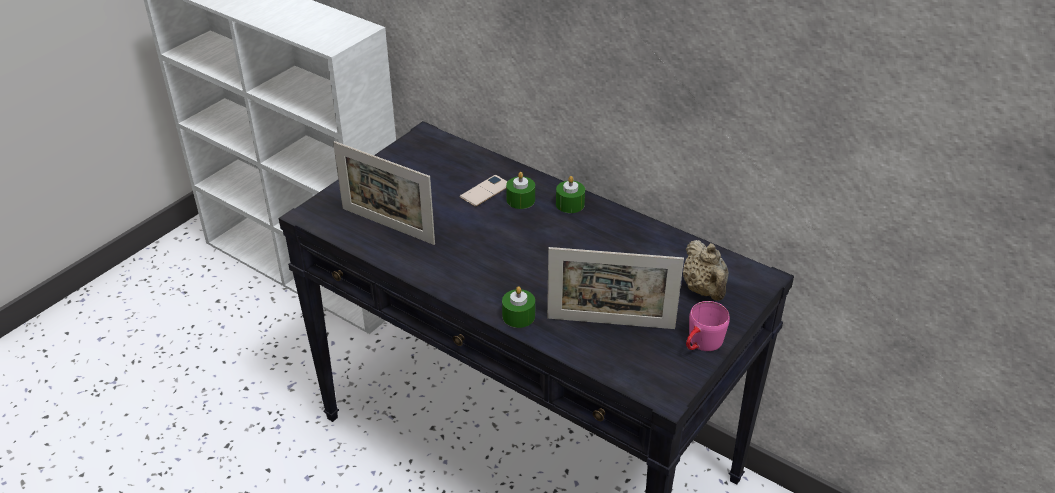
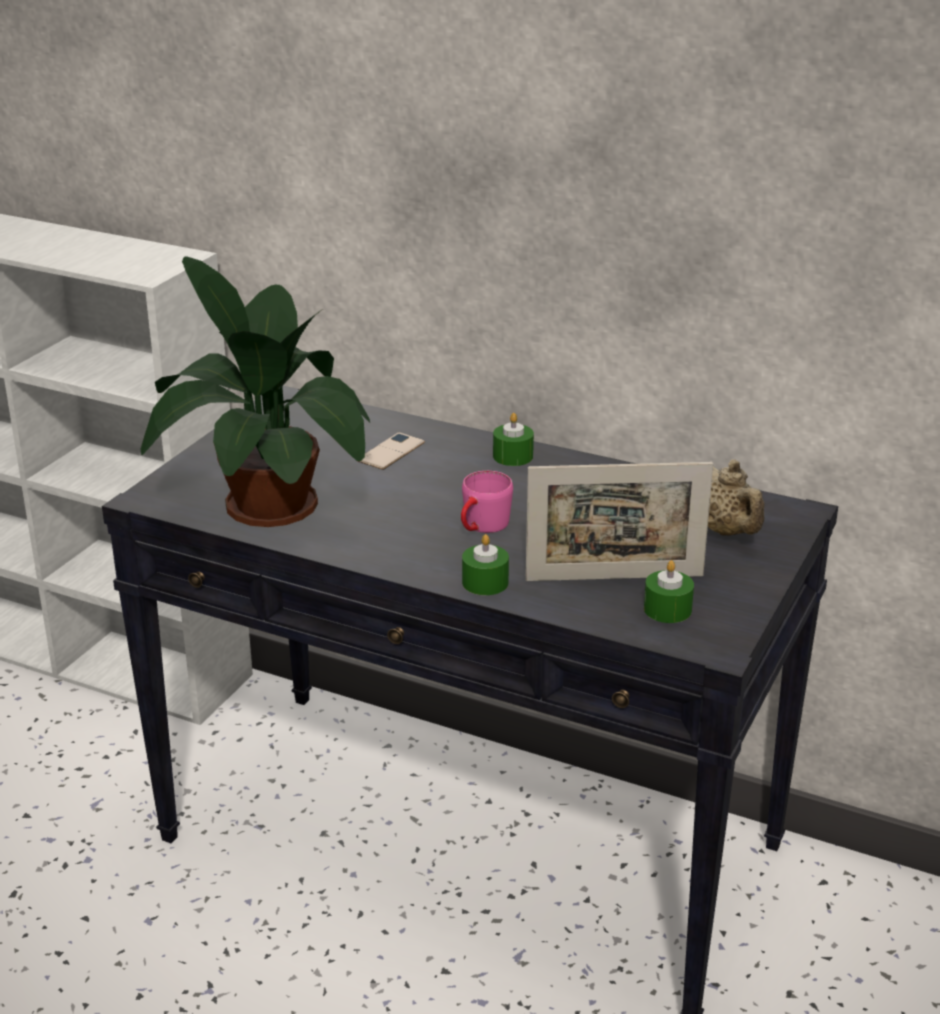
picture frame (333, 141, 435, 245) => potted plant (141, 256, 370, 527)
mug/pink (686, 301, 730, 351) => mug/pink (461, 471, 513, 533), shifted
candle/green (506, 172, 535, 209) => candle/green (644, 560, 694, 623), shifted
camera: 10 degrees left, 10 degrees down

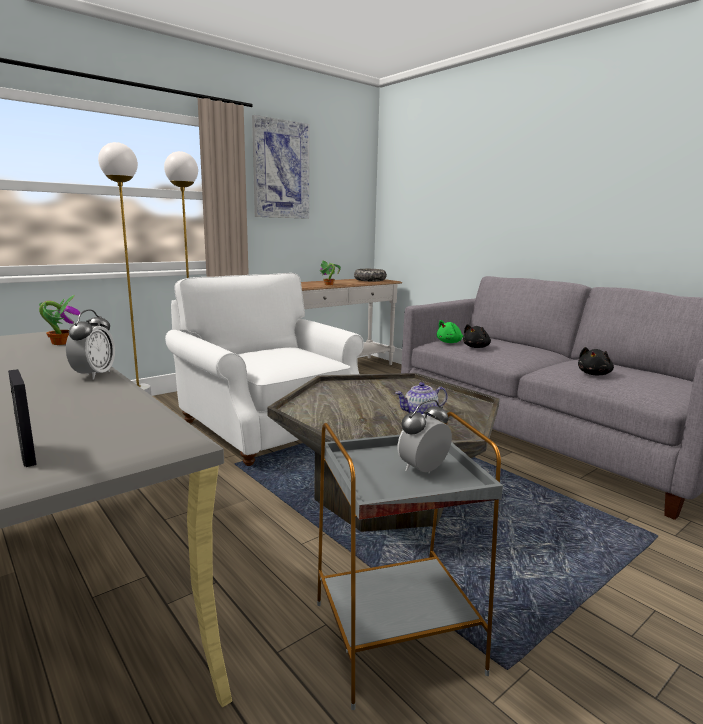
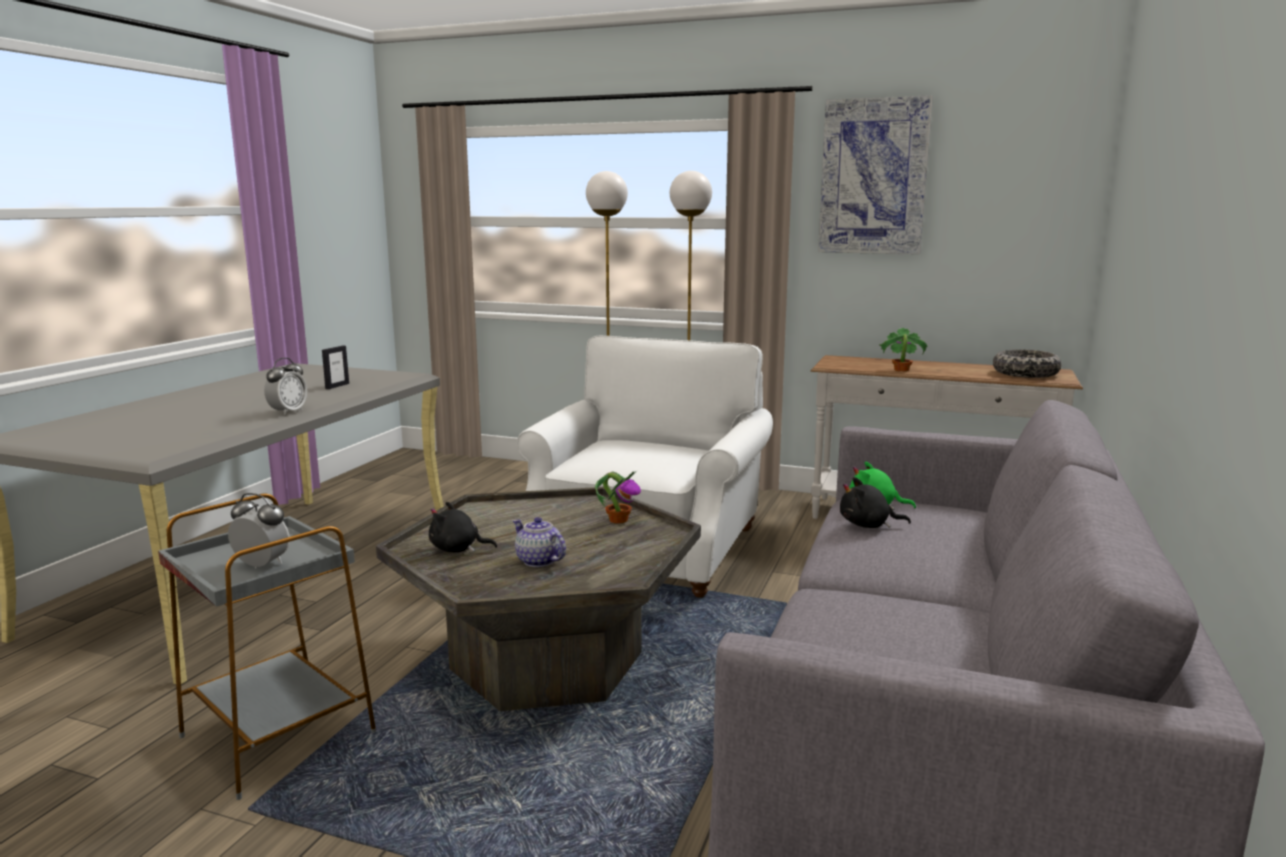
alarm clock (66, 310, 115, 379) => alarm clock (264, 358, 307, 415), 45 degrees counterclockwise
picture frame (8, 369, 37, 467) => picture frame (322, 346, 349, 389), shifted
plush toy/black (578, 347, 614, 375) => plush toy/black (429, 502, 497, 553), shifted
potted plant (39, 295, 80, 345) => potted plant (595, 471, 641, 524), shifted
camera: 60 degrees right, 0 degrees up

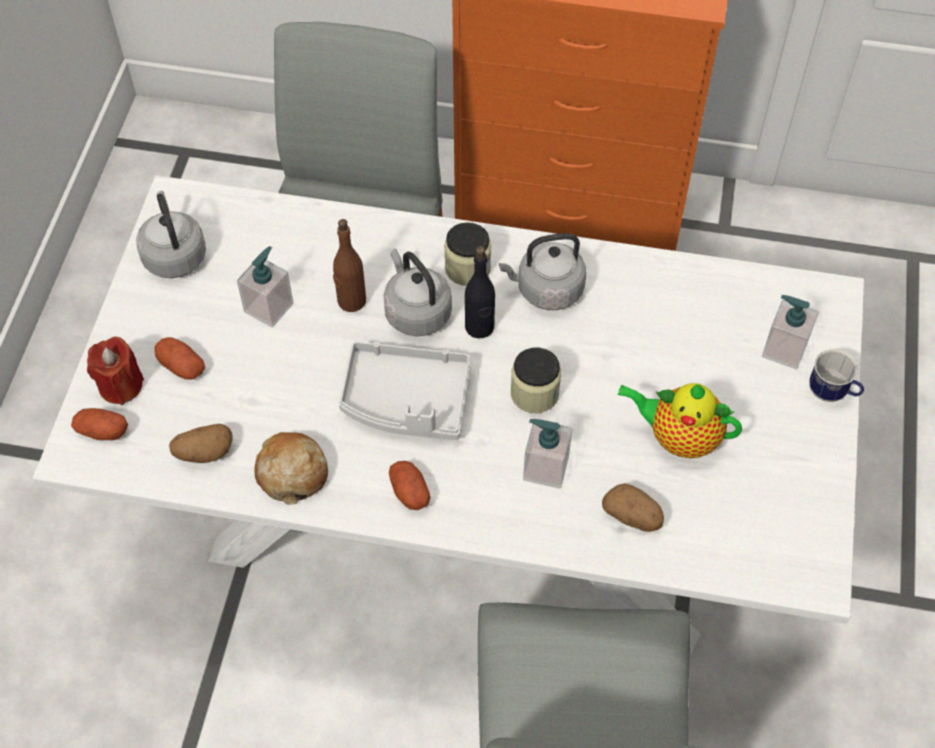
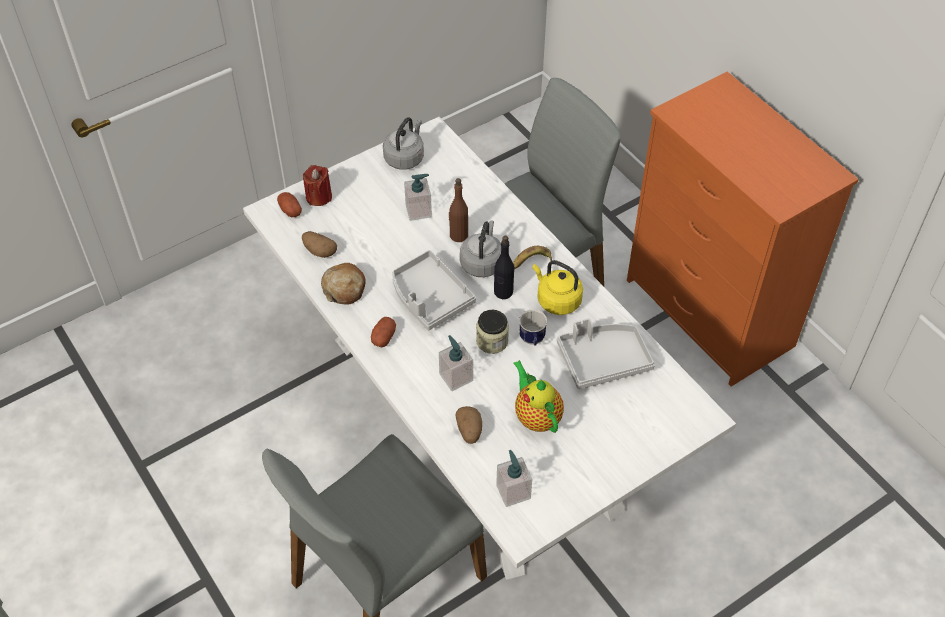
soap dispenser (762, 295, 819, 369) => soap dispenser (496, 450, 532, 507), shifted
jar (444, 222, 491, 286) => banana (513, 246, 552, 270)
mug (809, 349, 864, 402) => mug (519, 309, 547, 346), shifted
kettle/grey (499, 233, 586, 310) => kettle/yellow (532, 260, 583, 315)
nothing => tray/grey (557, 318, 655, 389)
potato (155, 337, 205, 380) => nothing
camera: 45 degrees right, 5 degrees down

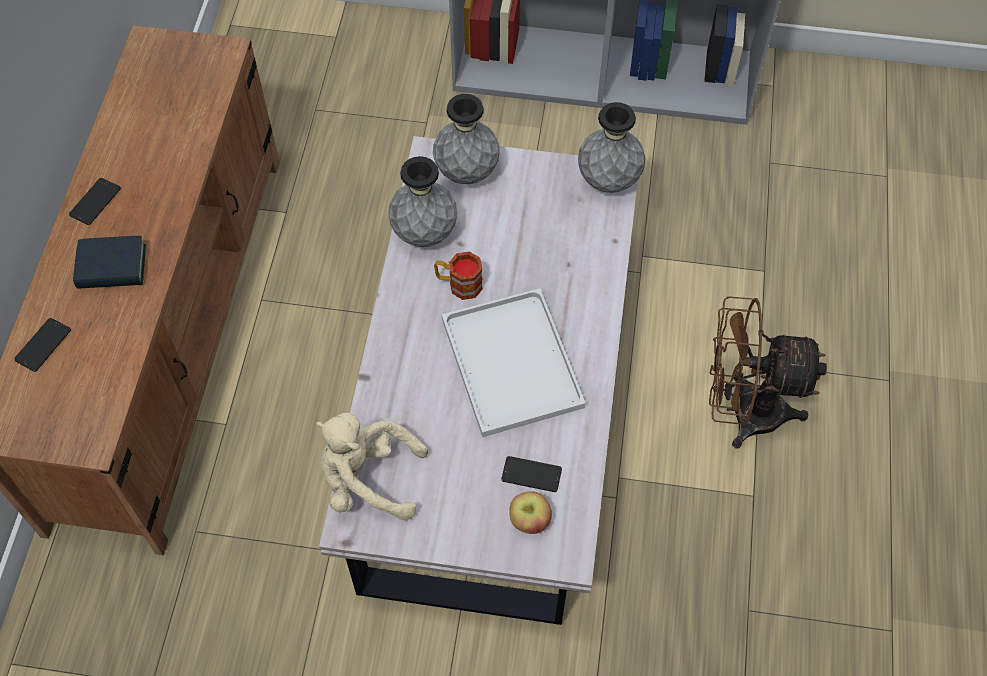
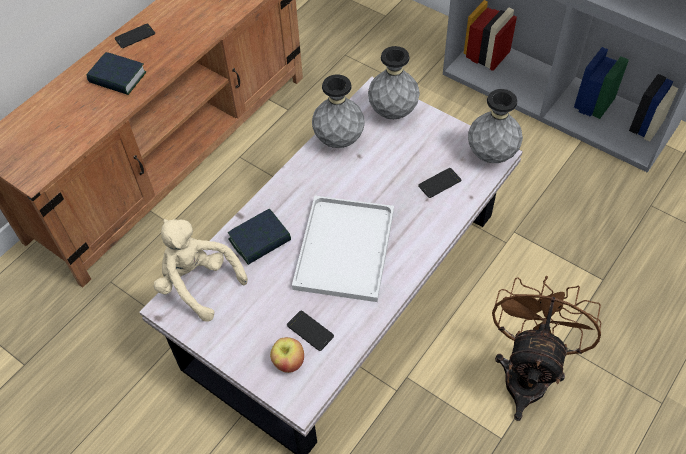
nothing => book (228, 209, 291, 265)
phone (14, 318, 71, 372) => phone (418, 168, 461, 198), shifted
fan/brown (709, 296, 827, 449) => fan/brown (492, 276, 602, 421), 75 degrees clockwise
mug (434, 252, 483, 300) => nothing
camera: 30 degrees right, 5 degrees down

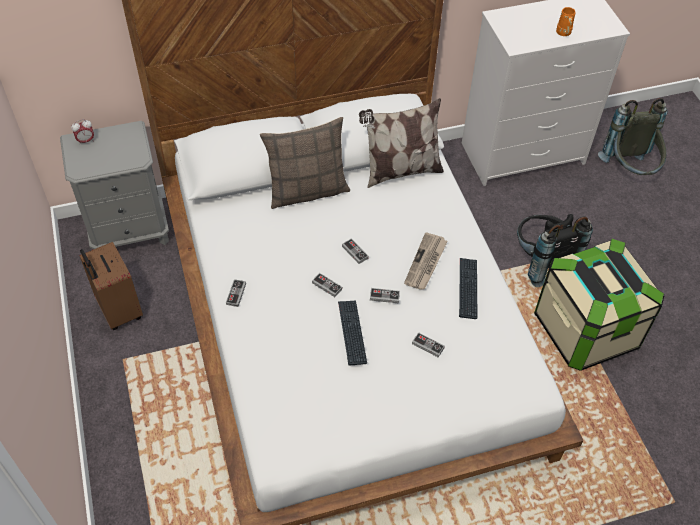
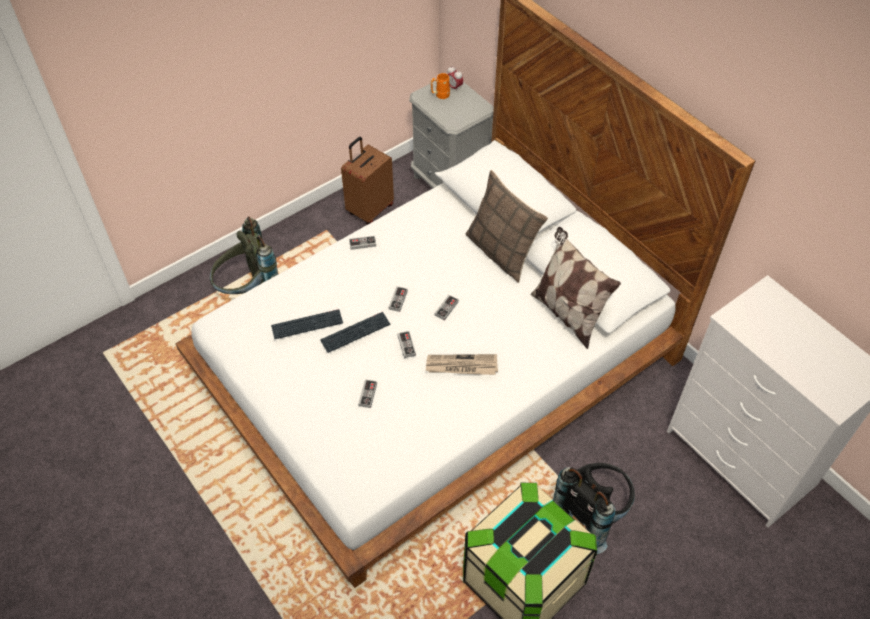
backpack/grey (598, 98, 668, 175) => backpack/grey (210, 217, 278, 294), shifted
keyboard (459, 258, 477, 319) => keyboard (271, 309, 343, 339), shifted
mug/orange (556, 7, 575, 36) => mug/orange (431, 73, 450, 99), shifted
camera: 70 degrees right, 0 degrees up

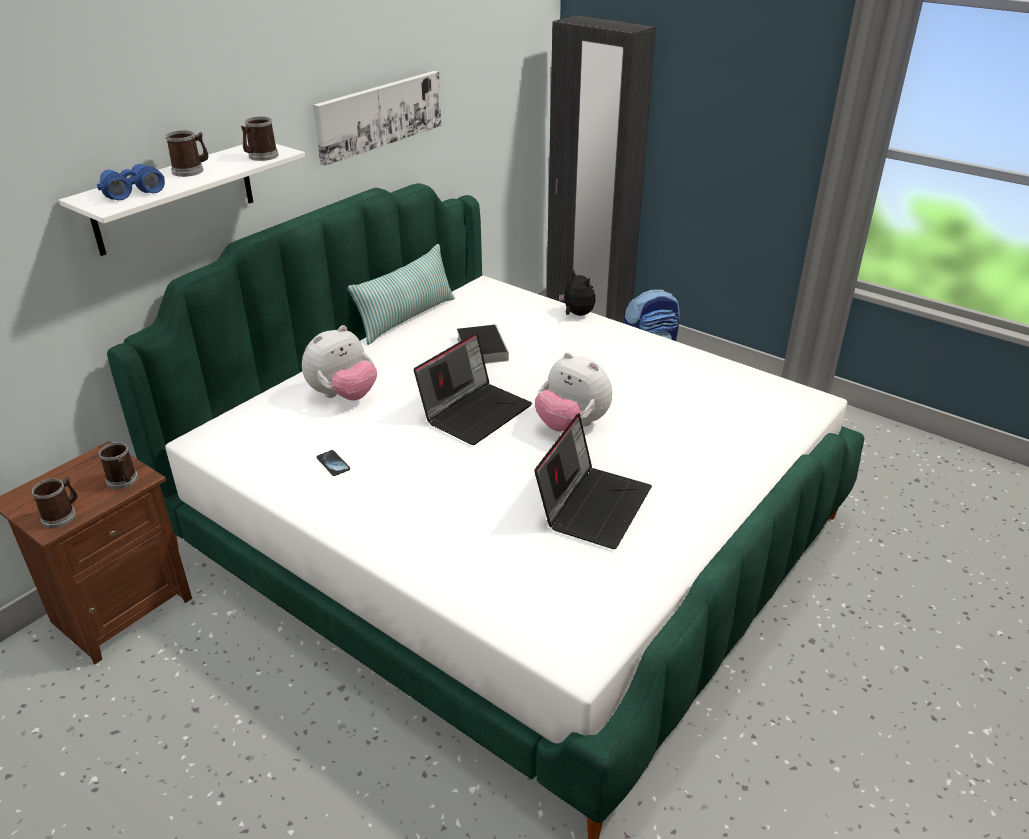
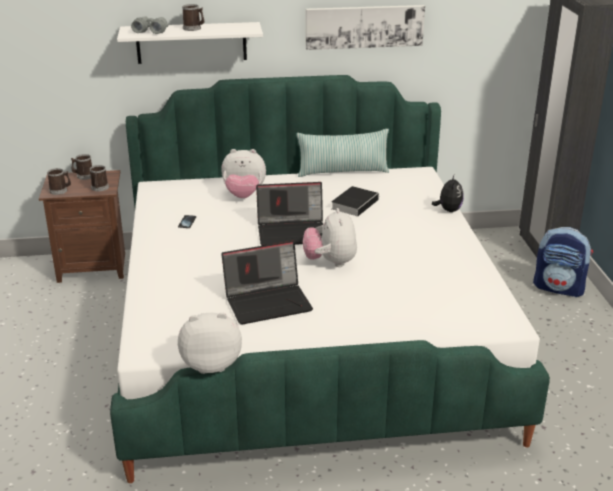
mug (241, 117, 279, 161) => mug (71, 154, 92, 180), shifted
binoculars/blue (97, 164, 165, 200) => binoculars/grey (131, 16, 169, 34)
nothing => plush toy (178, 313, 242, 374)
camera: 45 degrees right, 5 degrees down

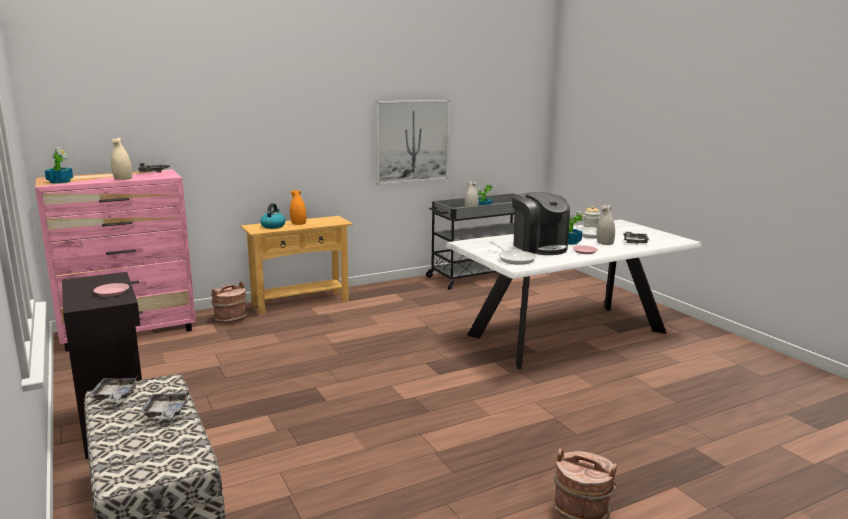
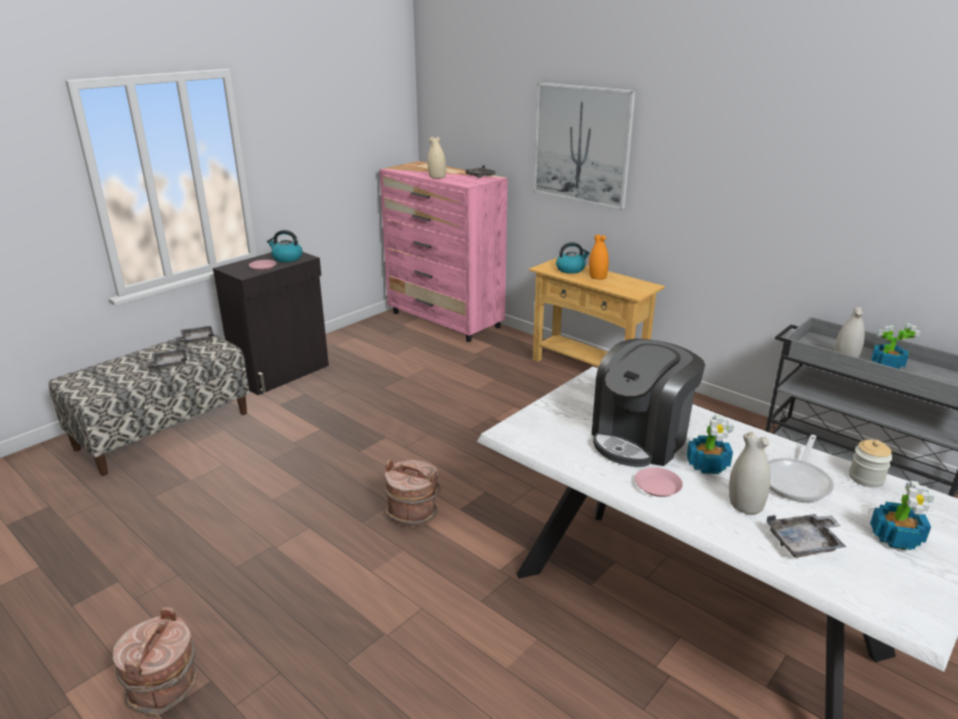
nothing => kettle (267, 230, 302, 262)
bucket/brown (211, 282, 247, 324) => bucket/brown (384, 459, 441, 527), shifted
picture (375, 100, 450, 185) => picture (533, 83, 636, 210), shifted
potted plant (45, 147, 73, 184) => potted plant (870, 481, 934, 550), shifted
frying pan (490, 241, 536, 265) => nothing
camera: 70 degrees right, 10 degrees up

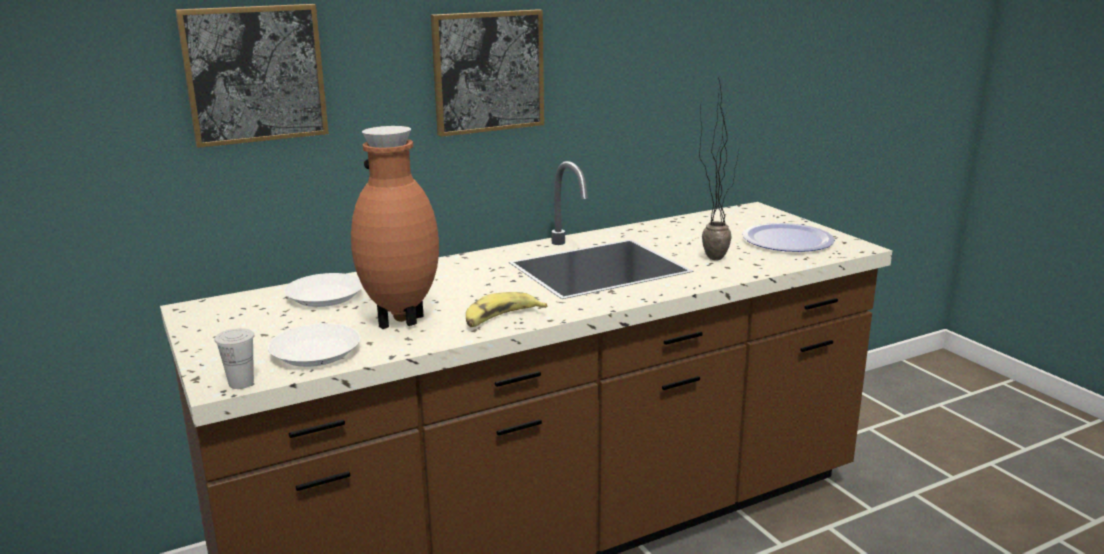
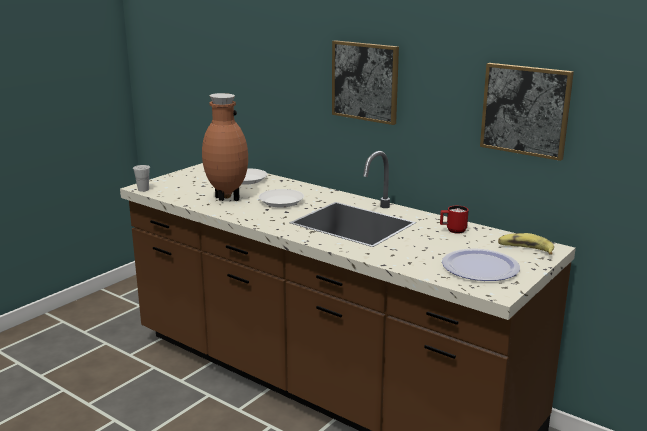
plate/white (268, 323, 361, 367) => plate/white (259, 189, 304, 208), shifted
nothing => mug/red (440, 206, 469, 234)
picture (175, 4, 329, 148) => picture (480, 63, 574, 161), shifted
banana (466, 292, 547, 327) => banana (498, 233, 554, 255), shifted
potted plant (699, 78, 739, 261) => nothing
camera: 65 degrees right, 0 degrees up

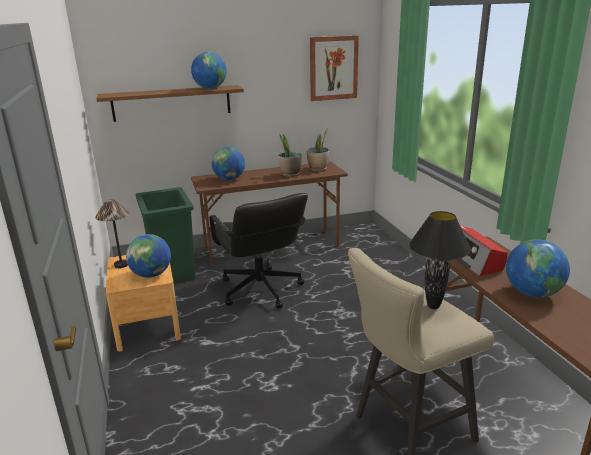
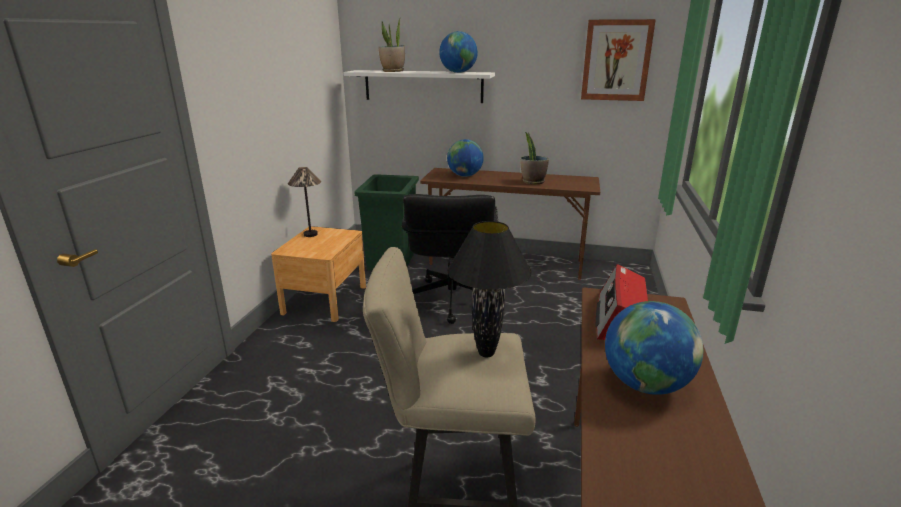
shelf/brown (96, 85, 244, 122) => shelf/white (343, 70, 495, 103)
potted plant (307, 128, 329, 171) => potted plant (378, 19, 405, 72), shifted
globe (126, 234, 171, 278) => nothing
camera: 30 degrees right, 0 degrees up

